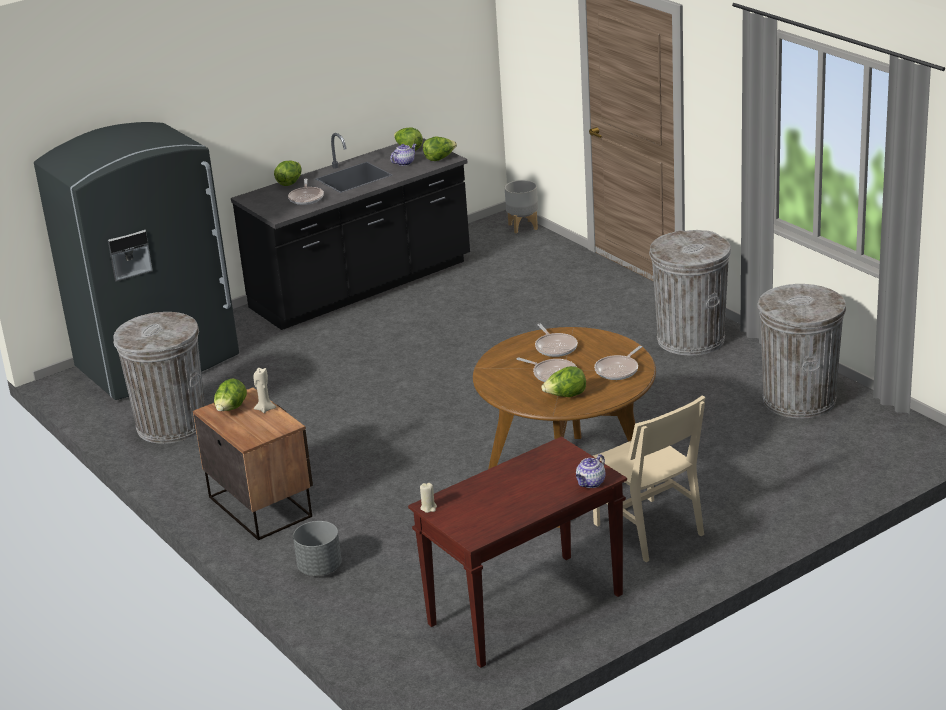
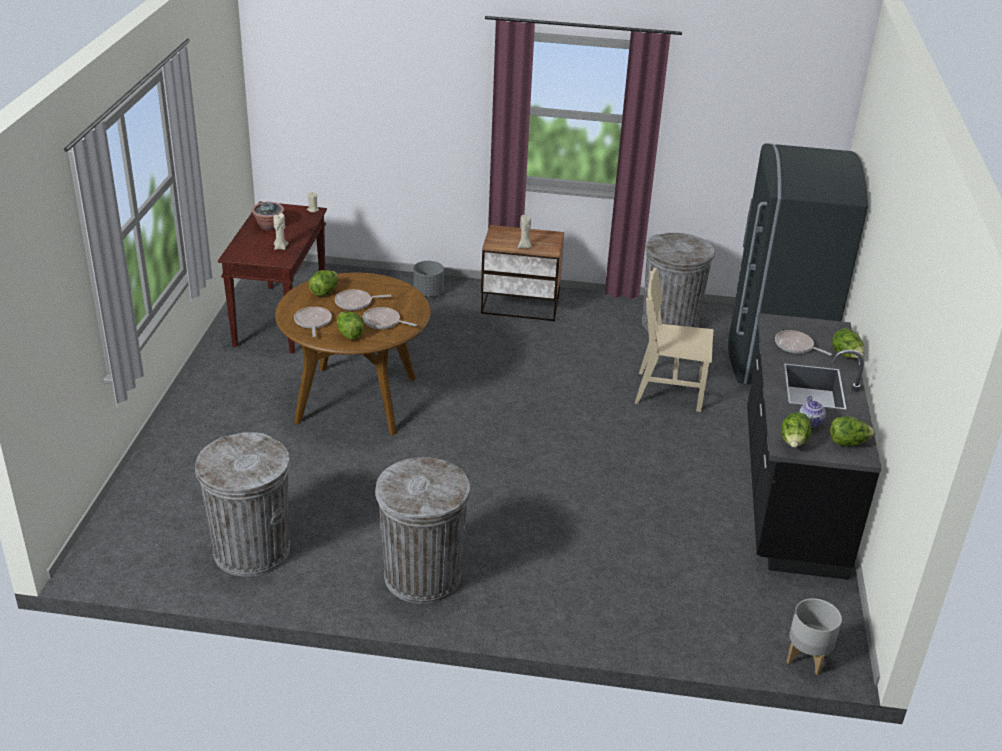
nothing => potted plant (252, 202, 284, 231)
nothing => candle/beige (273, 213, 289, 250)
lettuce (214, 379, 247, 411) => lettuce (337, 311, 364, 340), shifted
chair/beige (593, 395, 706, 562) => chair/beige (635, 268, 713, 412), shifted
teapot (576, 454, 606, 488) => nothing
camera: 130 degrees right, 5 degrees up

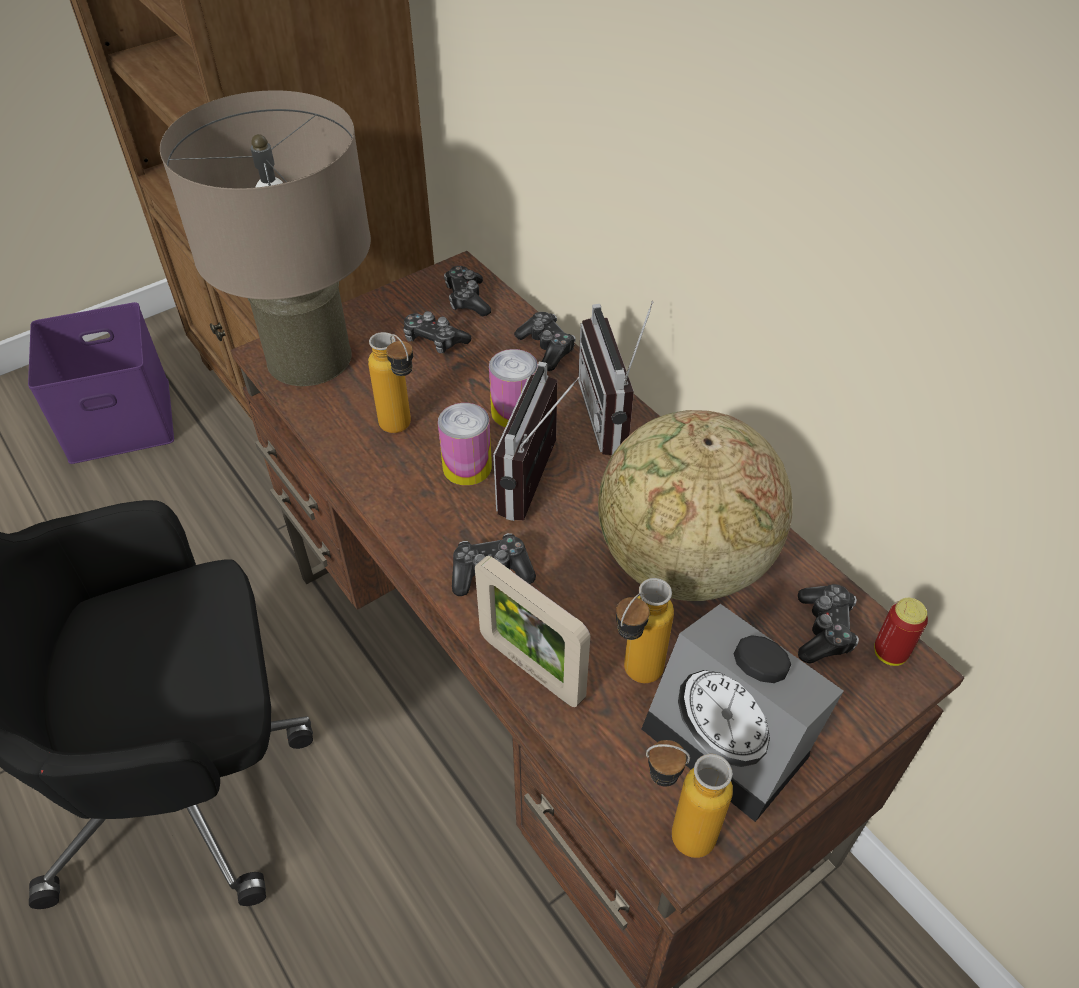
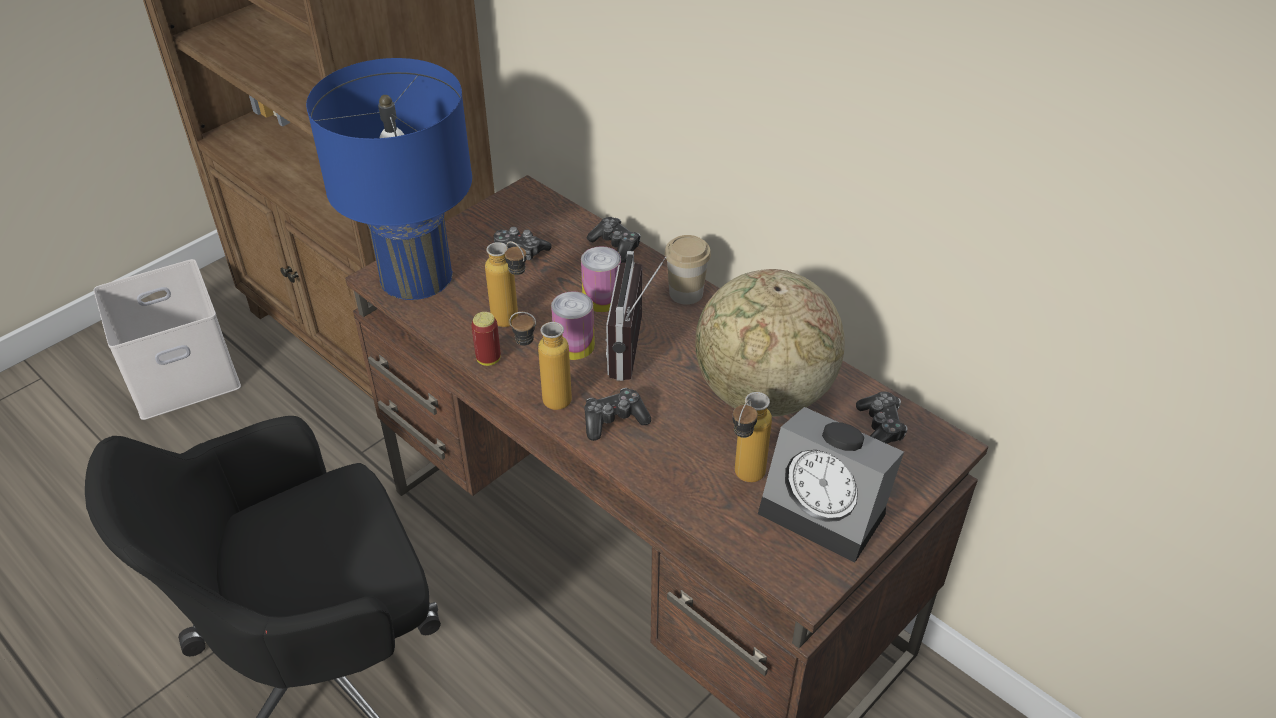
storage box/purple (28, 302, 174, 464) => storage box/white (94, 259, 241, 420)
table lamp/beige (160, 90, 371, 386) => table lamp/blue (306, 58, 472, 300)
can (874, 598, 928, 666) => can (471, 312, 501, 366), shifted
bottle (646, 740, 733, 858) => bottle (509, 312, 572, 410), shifted
radio (578, 301, 654, 456) => cup (664, 235, 711, 305)
game controller (444, 266, 491, 316) => nothing
picture frame (475, 556, 590, 707) => nothing
camera: 10 degrees left, 5 degrees down

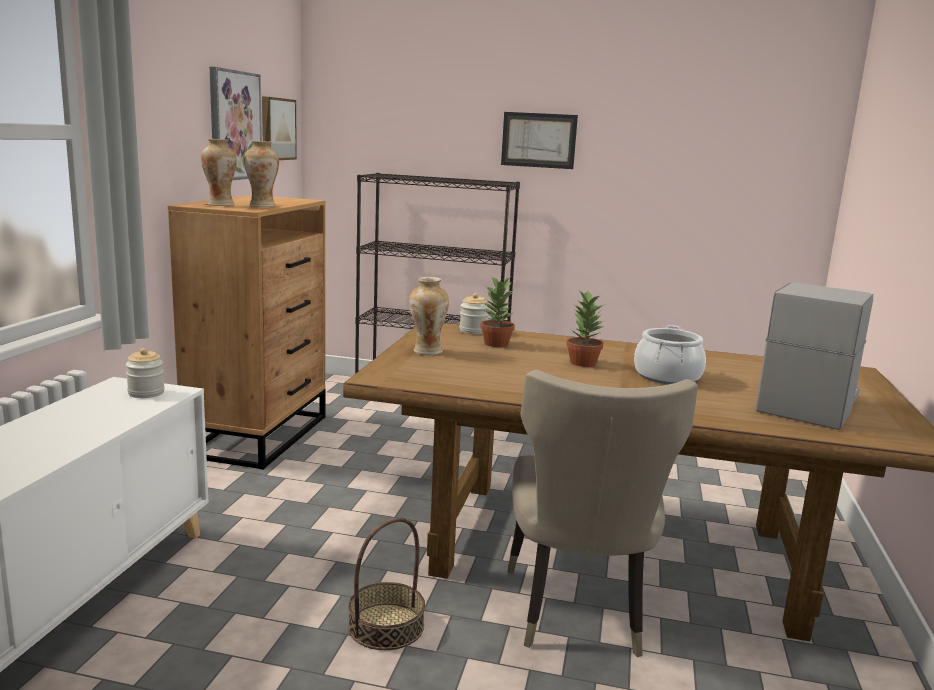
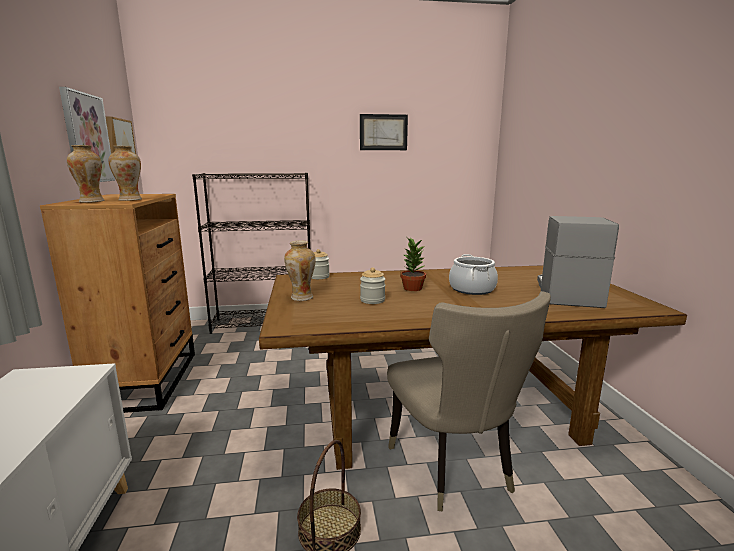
picture (501, 112, 578, 169) => picture (360, 114, 408, 150), shifted
jar (126, 348, 165, 398) => jar (360, 267, 385, 304), shifted
potted plant (480, 277, 515, 347) => nothing
camera: 20 degrees left, 0 degrees up

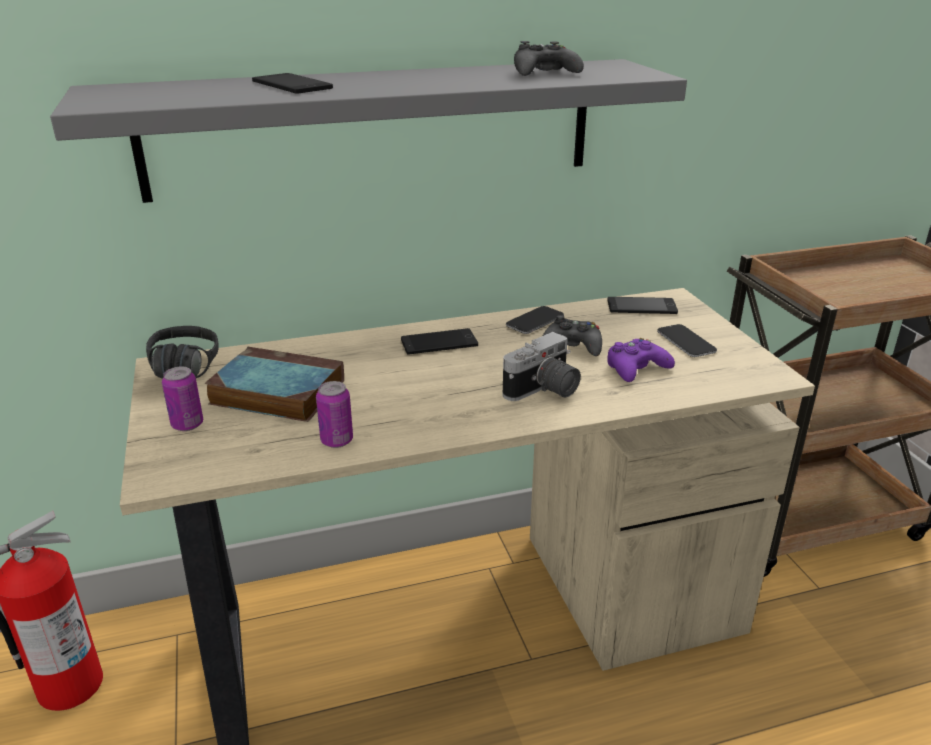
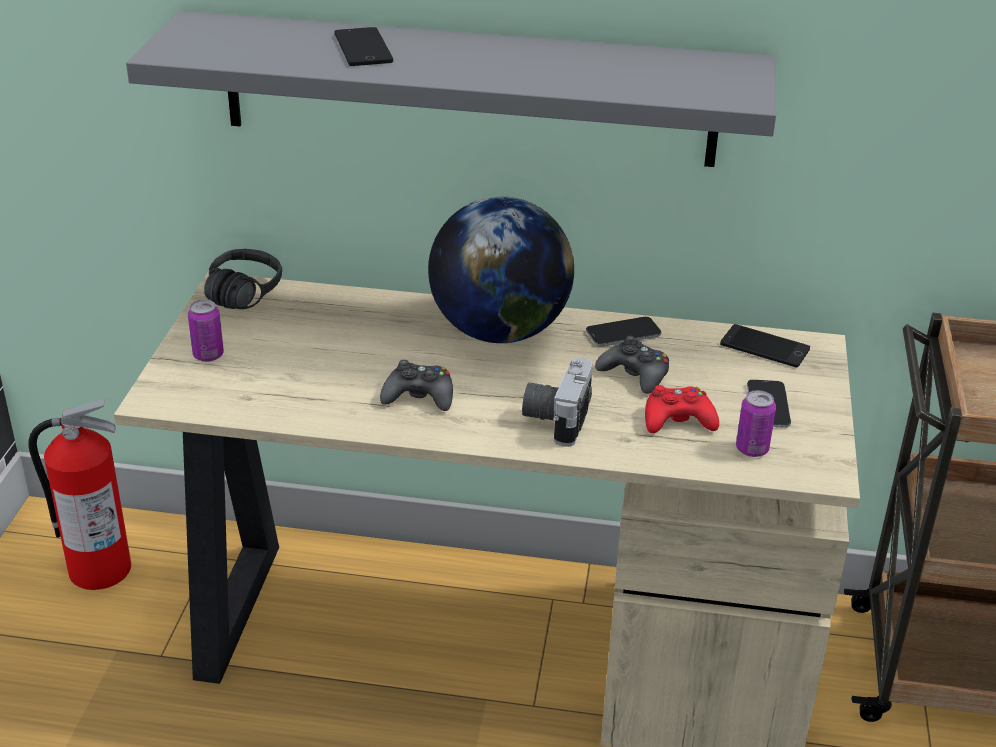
game controller/black (514, 41, 584, 76) => game controller/black (380, 360, 453, 411), shifted
phone (401, 328, 478, 355) => globe (428, 196, 574, 343)
photo camera (502, 332, 581, 401) => photo camera (522, 357, 592, 447), 120 degrees clockwise
game controller/purple (607, 338, 675, 382) => game controller/red (645, 385, 719, 433)
can (316, 381, 353, 448) => can (736, 390, 776, 457), shifted
book (204, 347, 344, 422) => nothing
camera: 25 degrees right, 5 degrees up

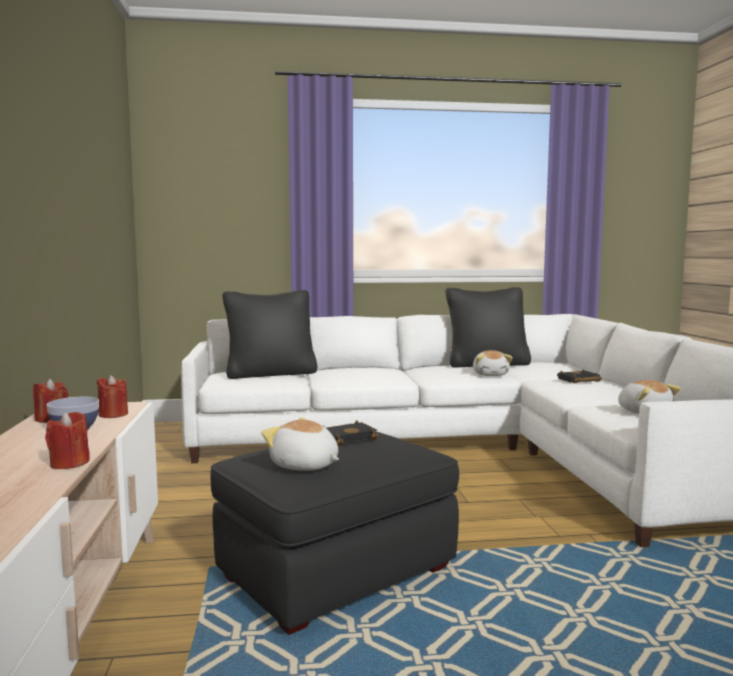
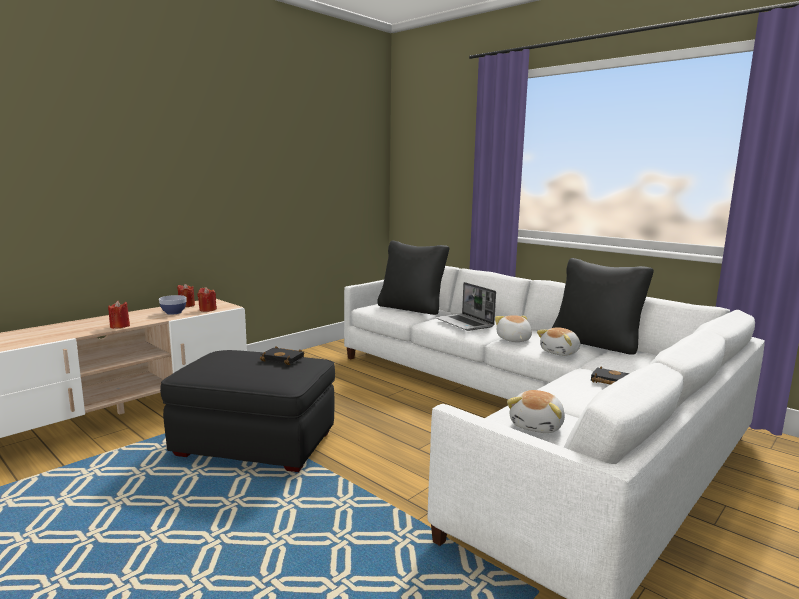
nothing => laptop (436, 282, 496, 331)
plush toy (262, 417, 339, 471) => plush toy (495, 315, 532, 342), shifted
camera: 50 degrees right, 5 degrees up

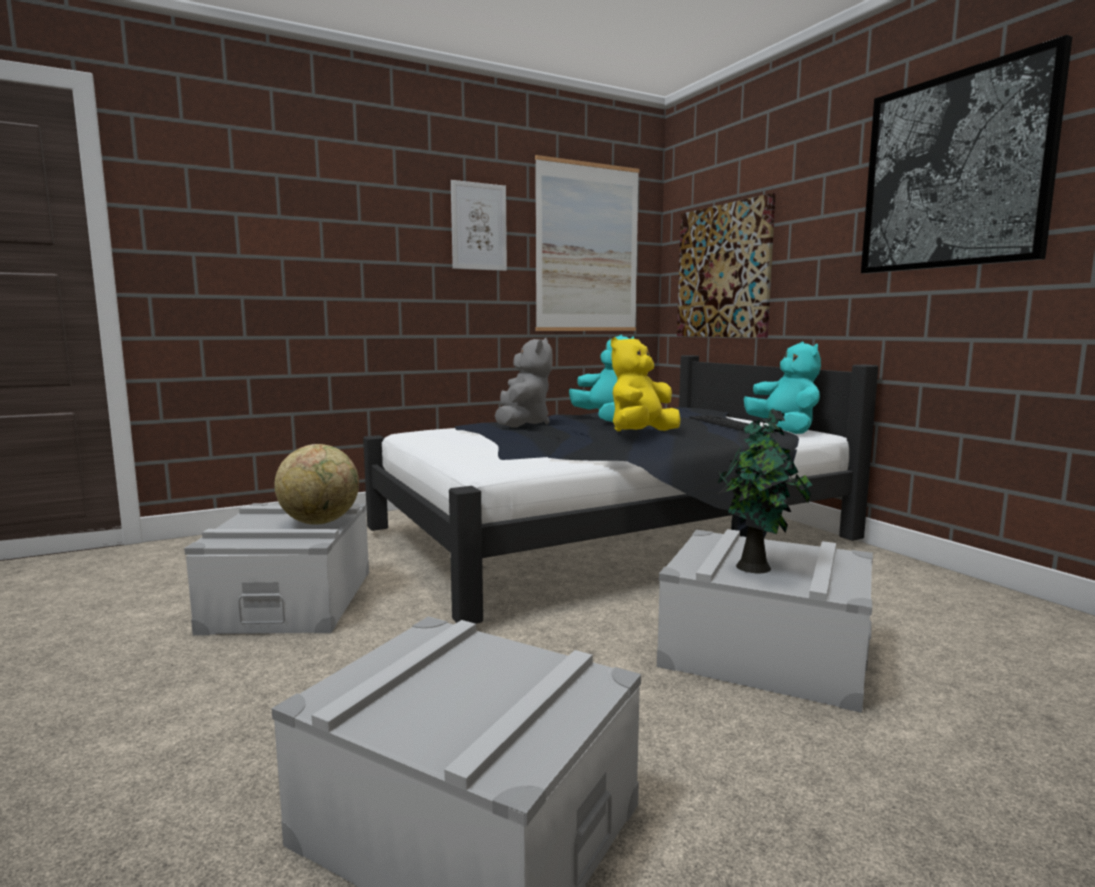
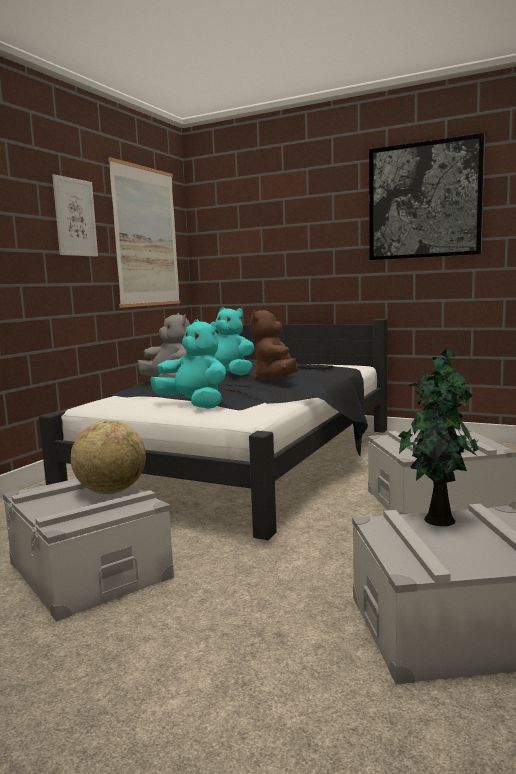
plush toy/turquoise (744, 342, 821, 434) => plush toy/turquoise (150, 319, 226, 409), shifted
plush toy/yellow (611, 337, 680, 431) => plush toy/brown (250, 310, 298, 381)
nothing => potted plant (398, 375, 479, 526)
picture (677, 193, 776, 338) => nothing
camera: 35 degrees left, 0 degrees up

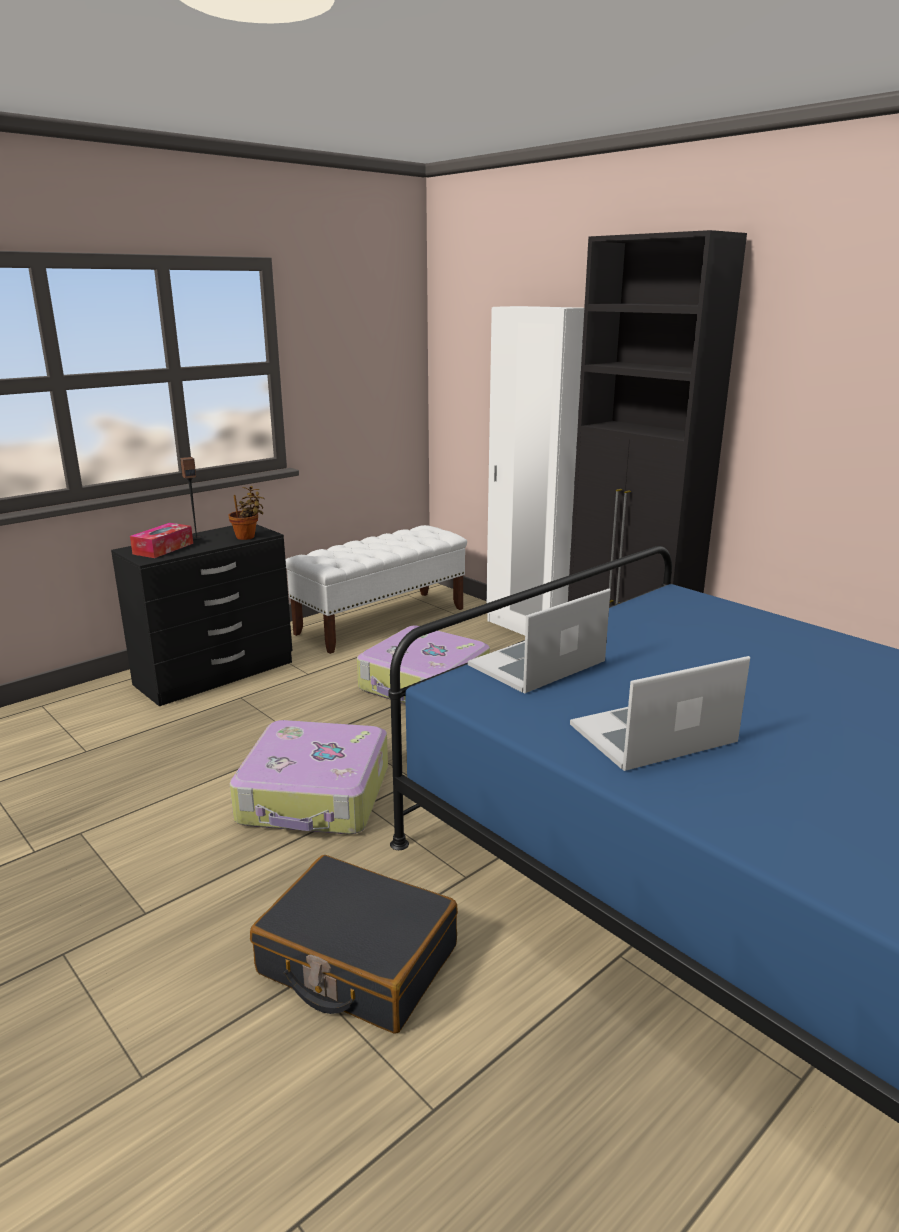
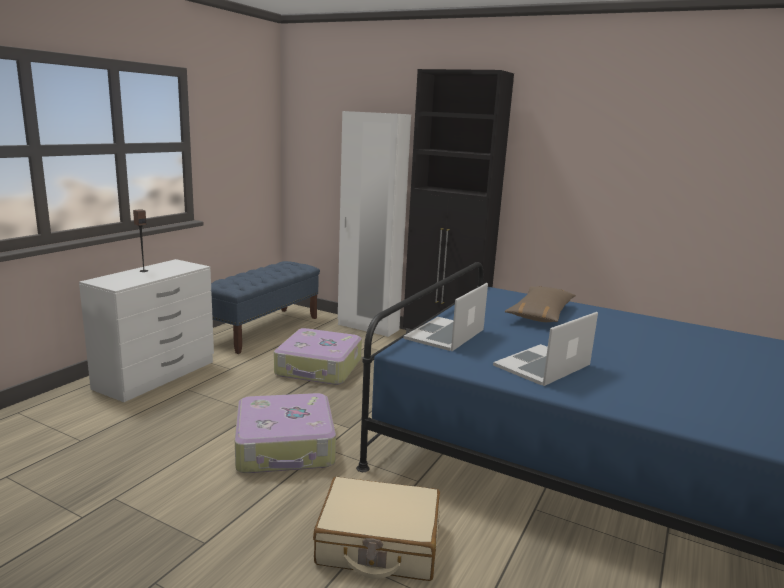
dresser/black (111, 524, 292, 706) => dresser/white (79, 259, 214, 402)
bench/white (285, 525, 467, 654) => bench/blue (211, 261, 320, 354)
suitcase/black (250, 855, 458, 1034) => suitcase/beige (313, 477, 440, 581)
nothing => pillow/brown (505, 286, 576, 322)
tissue box (130, 523, 193, 558) => nothing
potted plant (229, 486, 265, 540) => nothing
camera: 20 degrees left, 5 degrees down

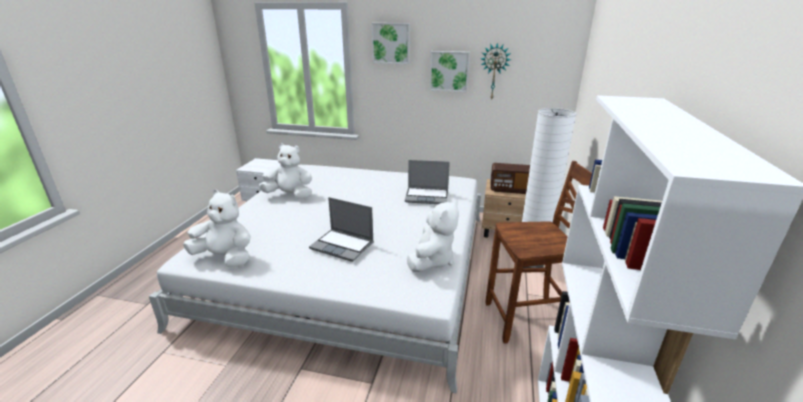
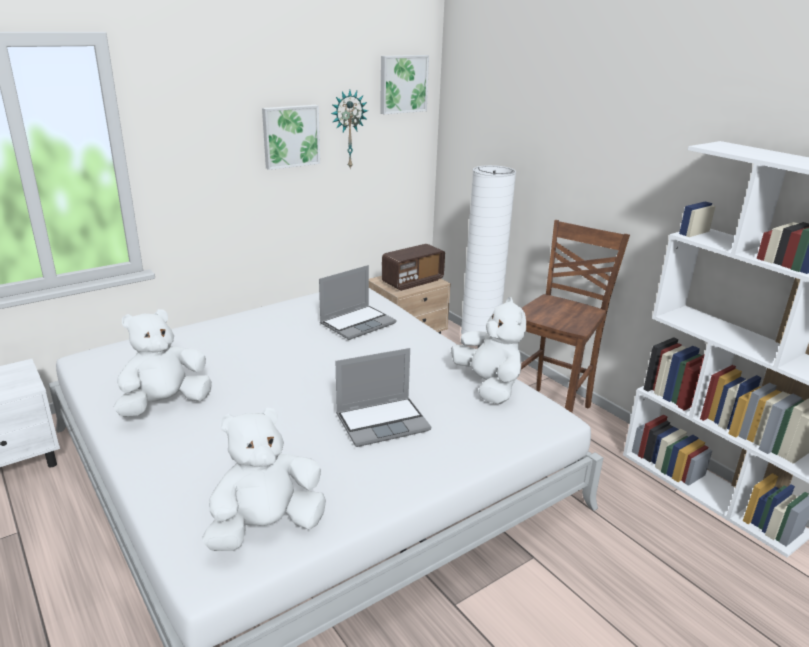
picture (371, 23, 410, 64) => picture (380, 55, 429, 114), shifted
camera: 50 degrees left, 0 degrees up

